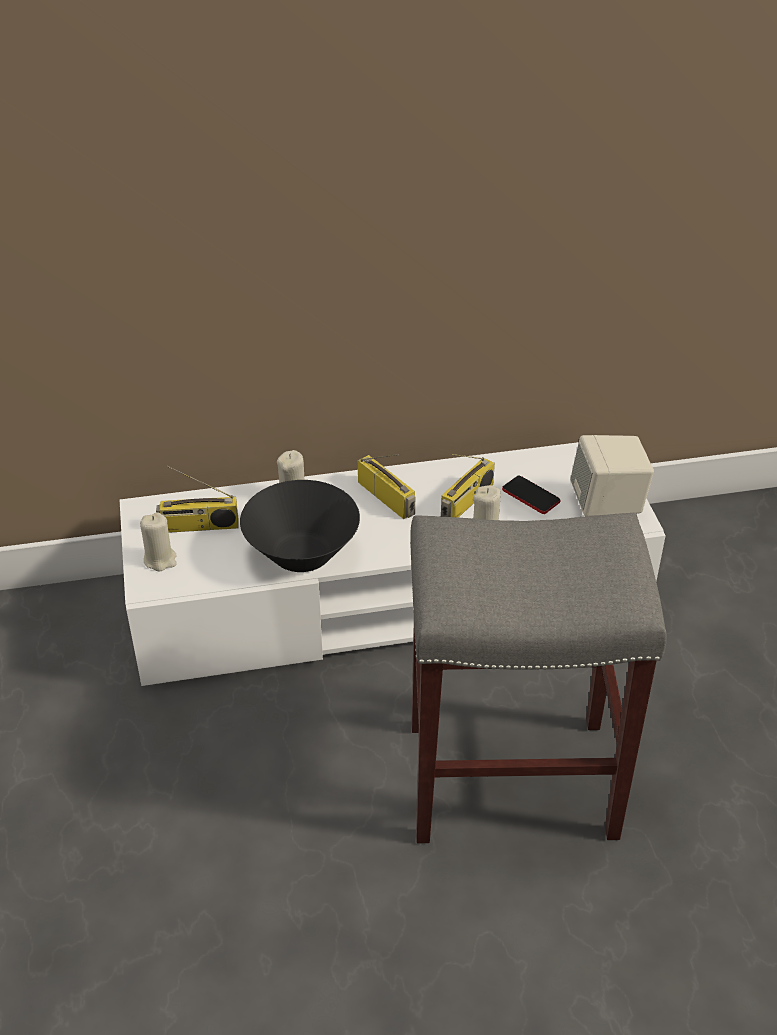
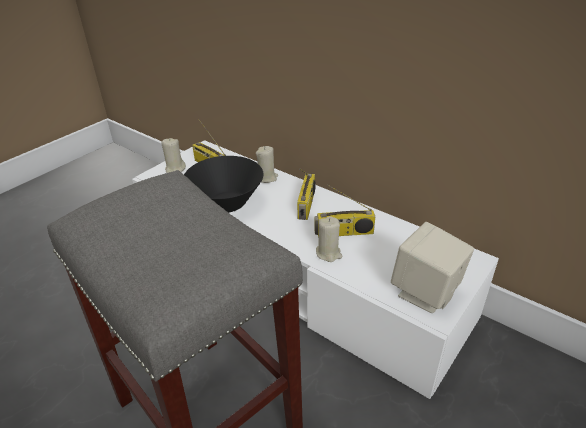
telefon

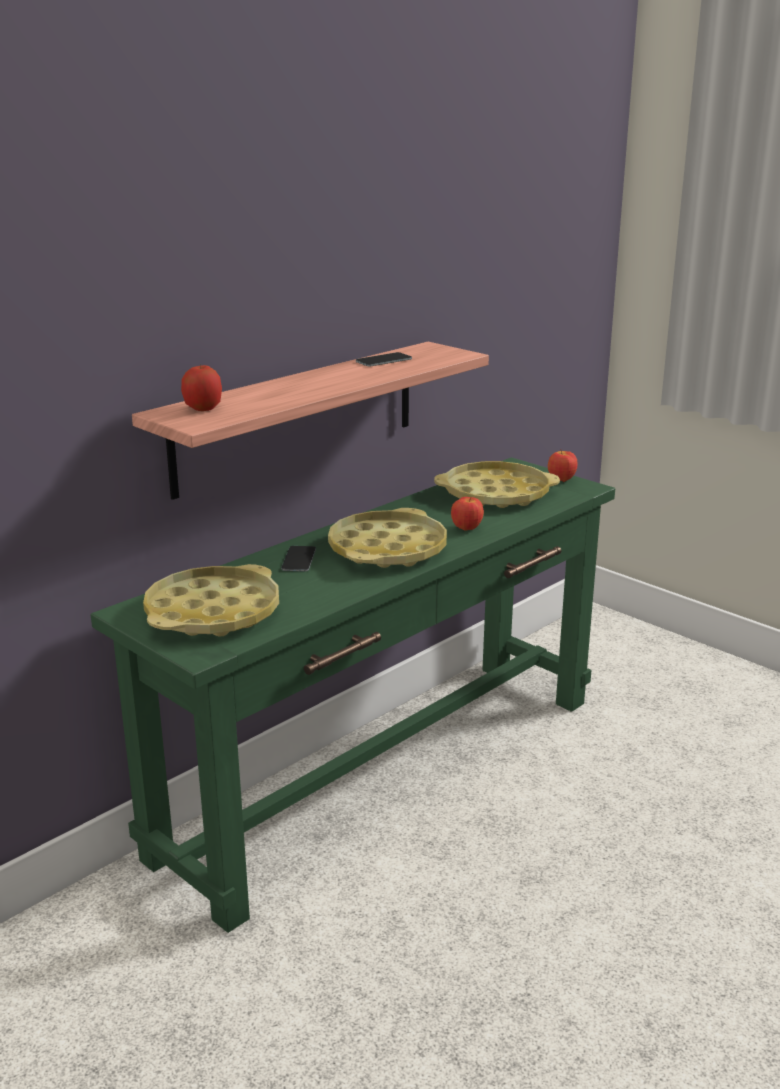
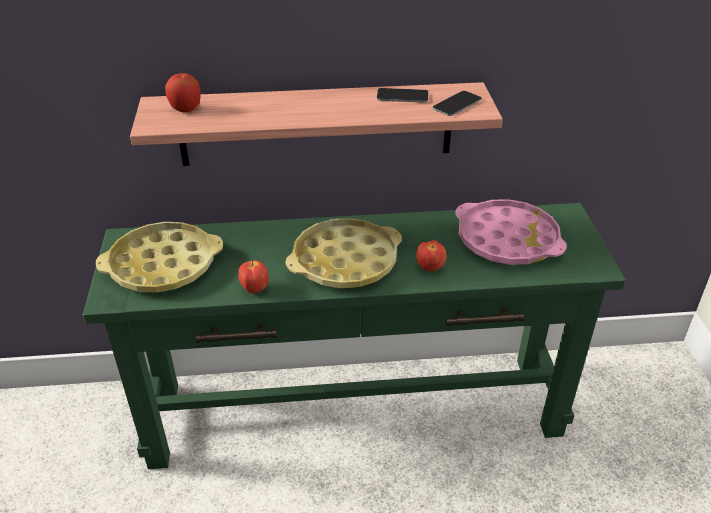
jabłko (2nd from left); taca (różowy); telefon (2nd from left)

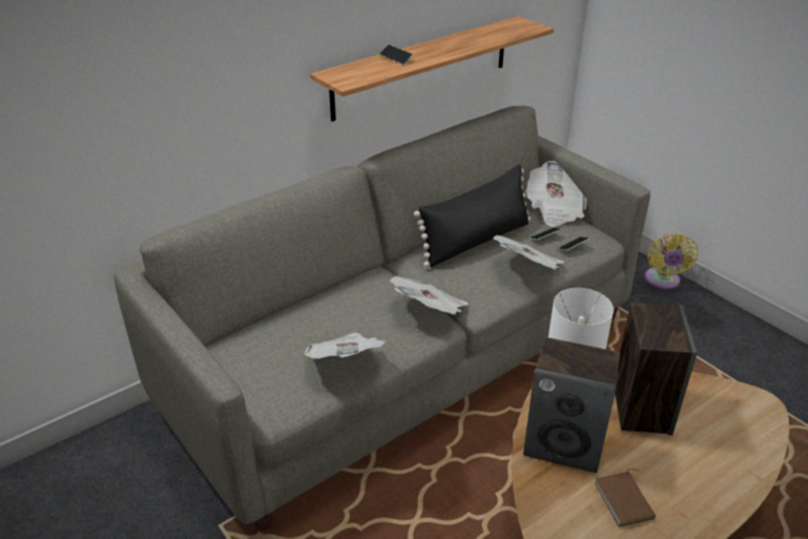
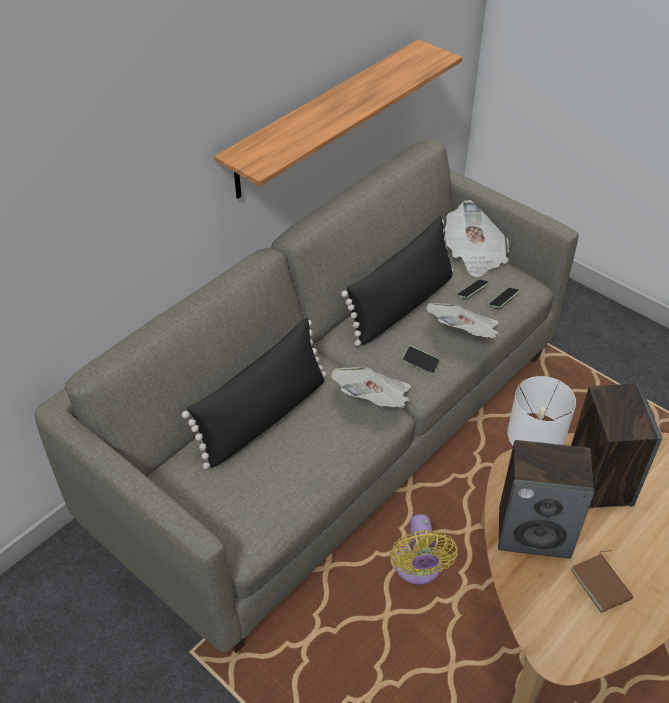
telefon (1st from left); wentylator (żółty); gazeta (1st from left in the first image); poduszka (czarny) (1st from left)

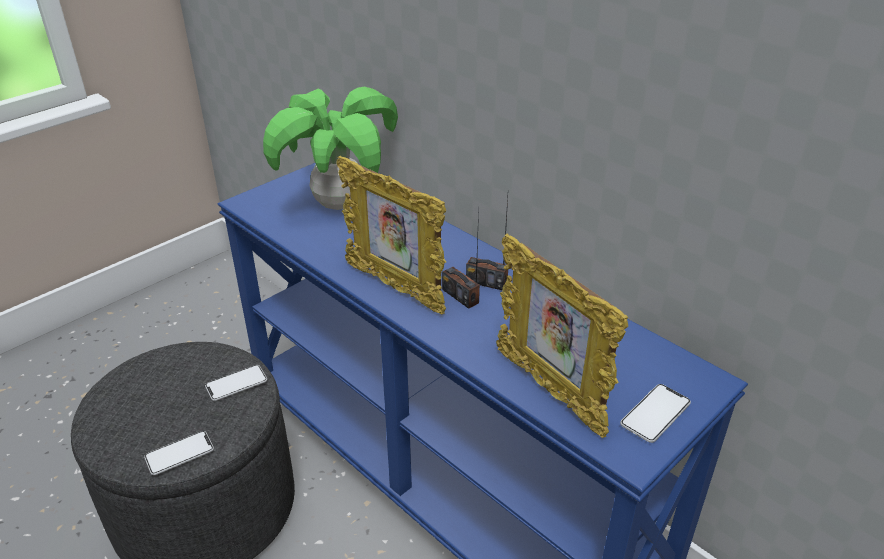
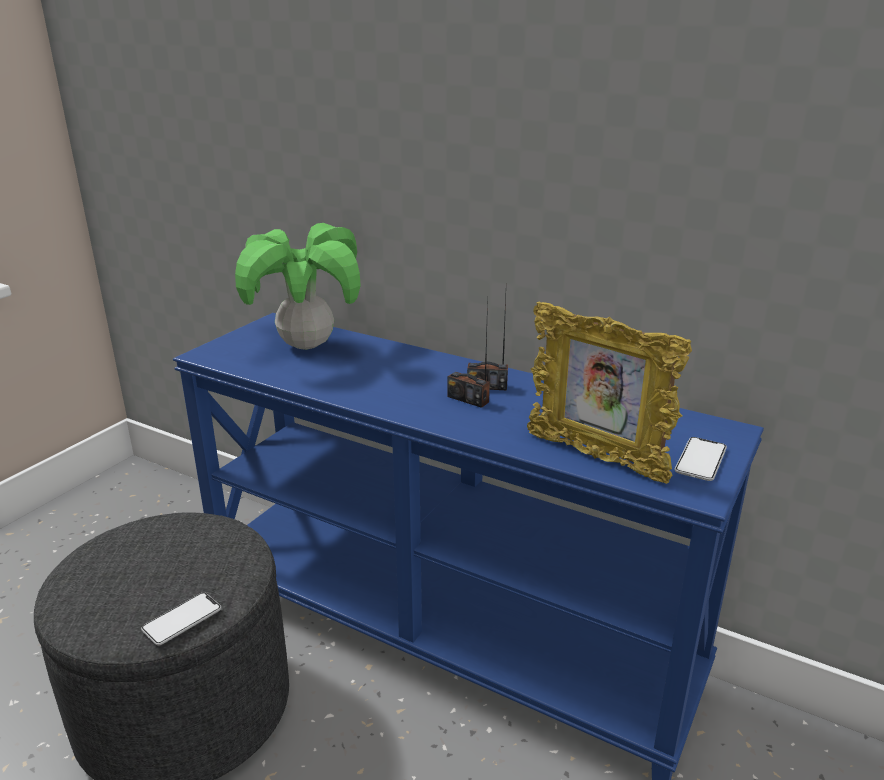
ramka na zdjęcie (1st from left in the first image); telefon (2nd from left in the first image)

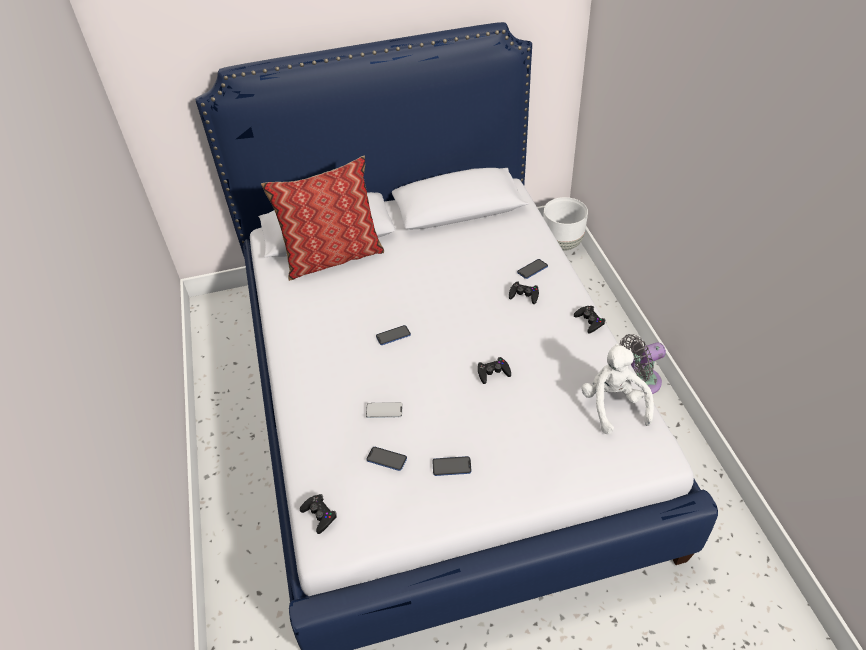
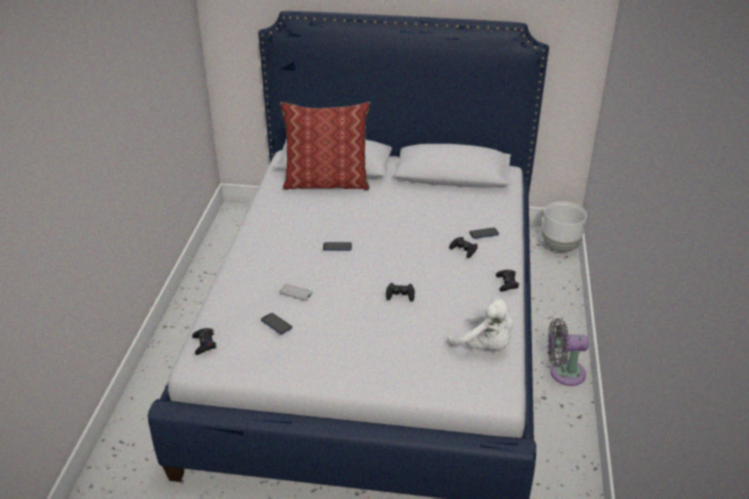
pluszak (biały); telefon (4th from left in the first image)

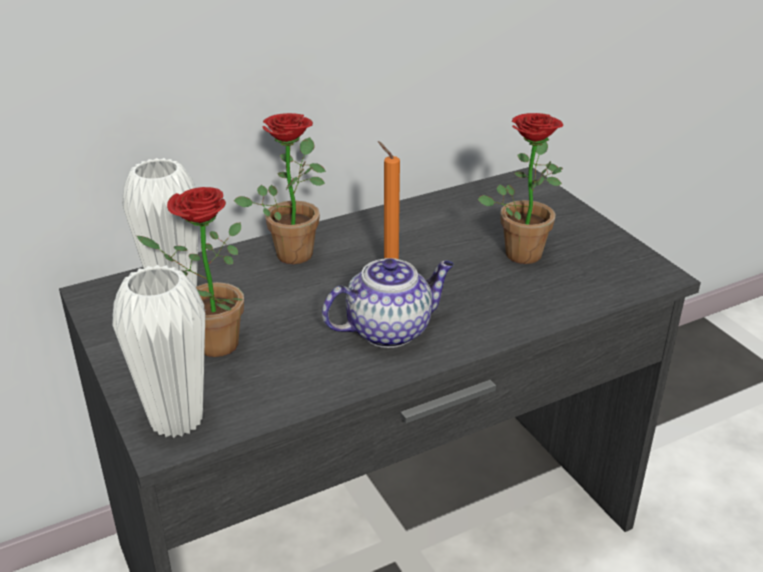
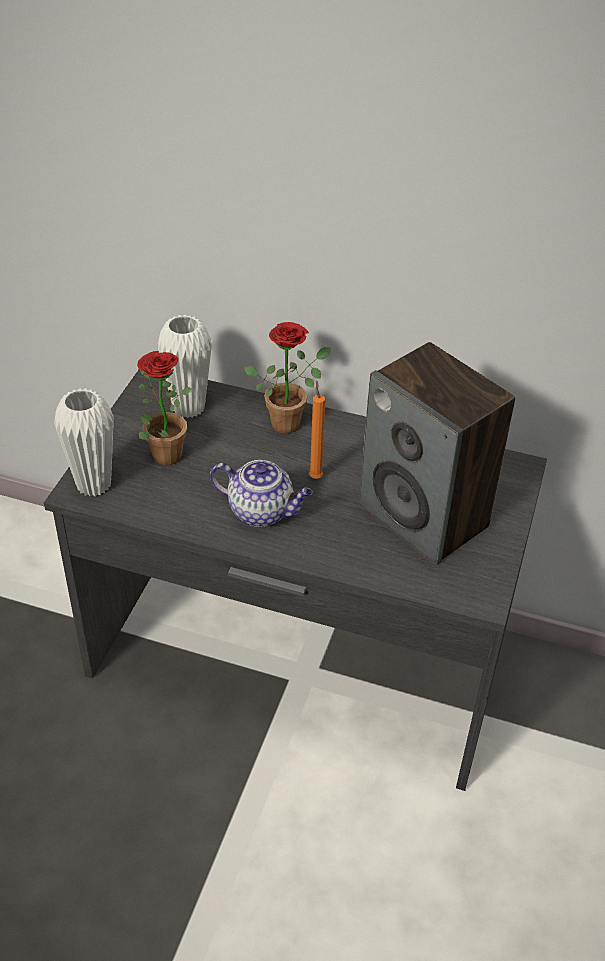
głośnik

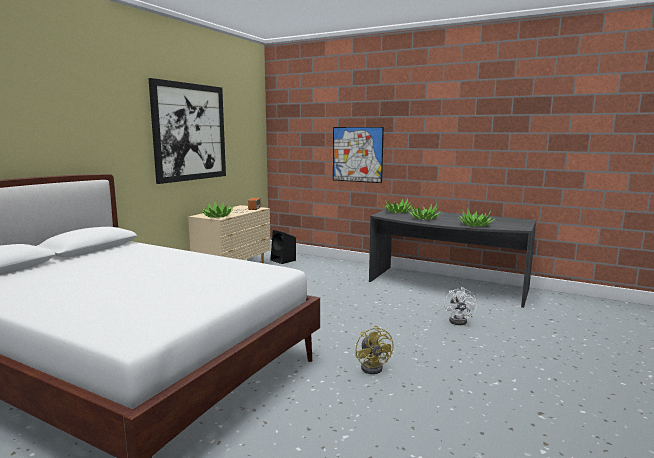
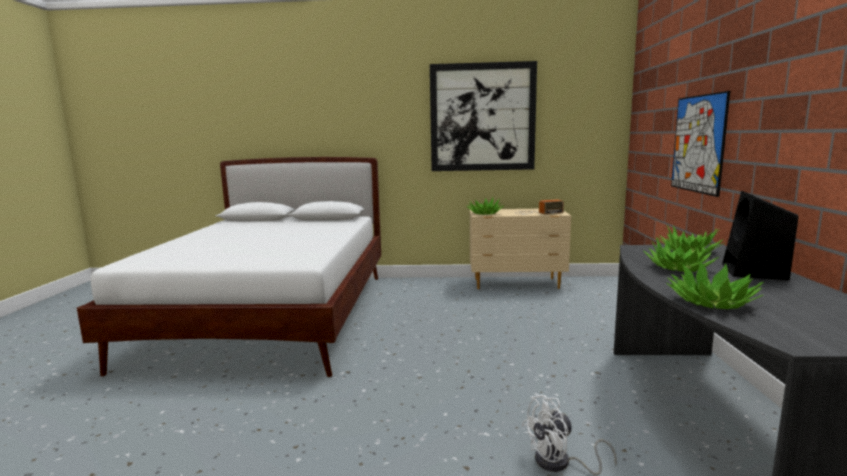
głośnik (czarny); wentylator (żółty)

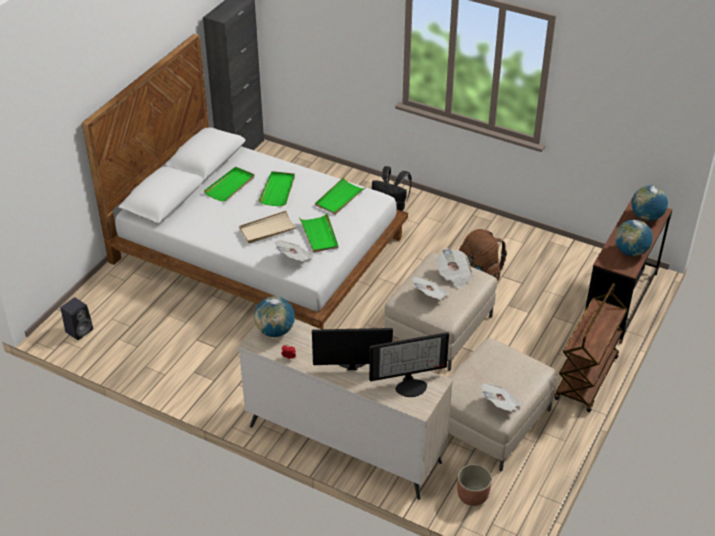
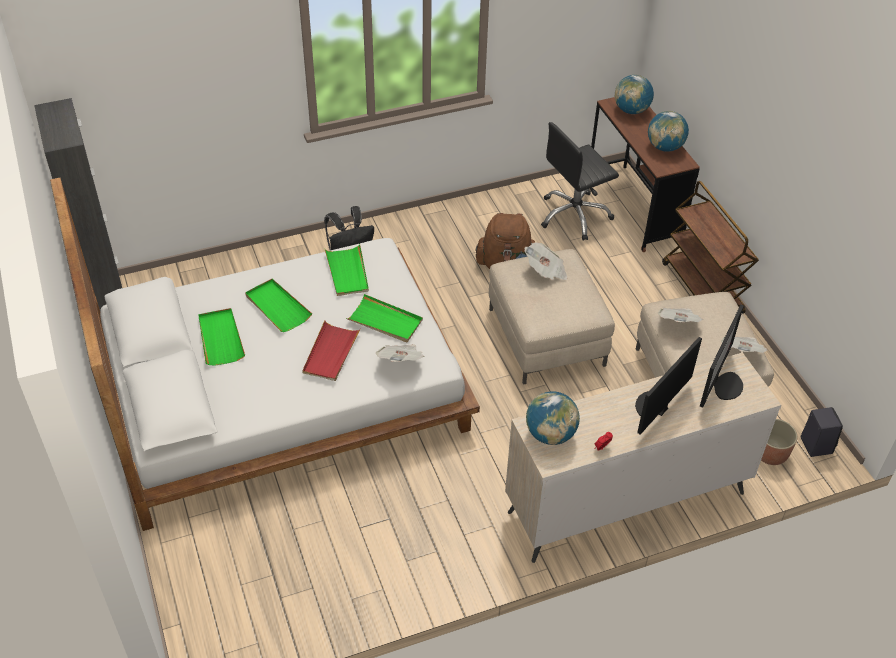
taca (czerwony); gazeta (3rd from left); głośnik (czarny); krzesło biurowe (czarny)

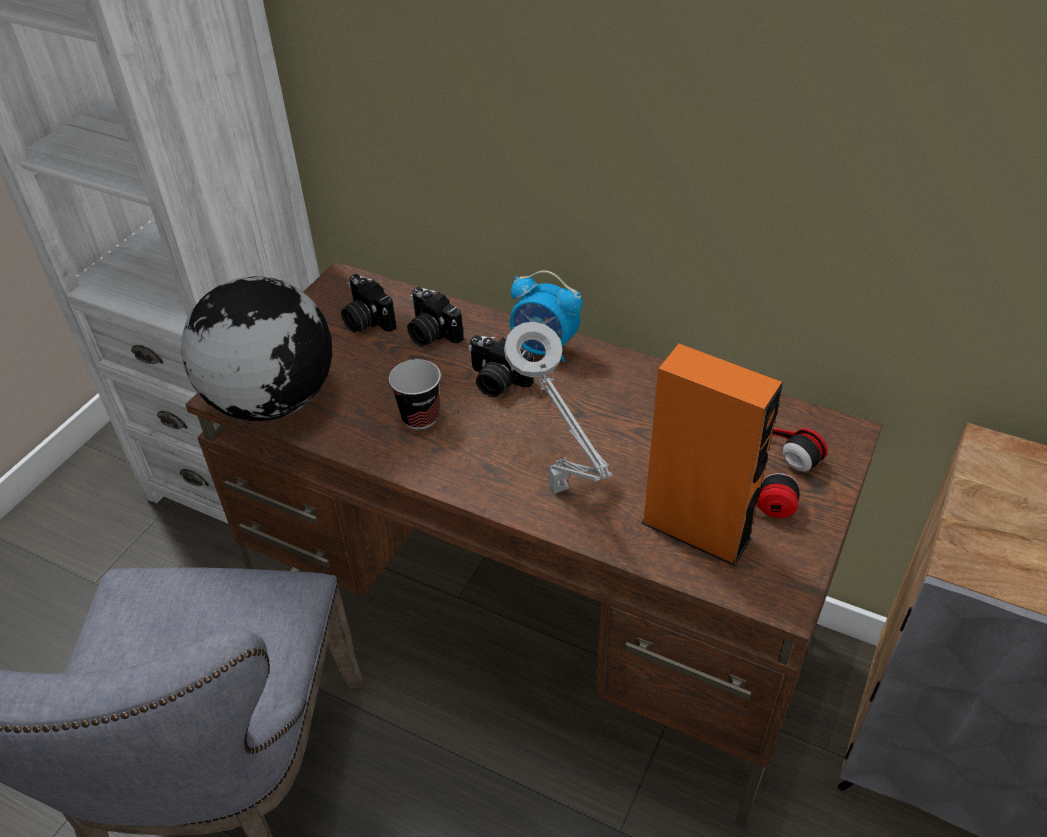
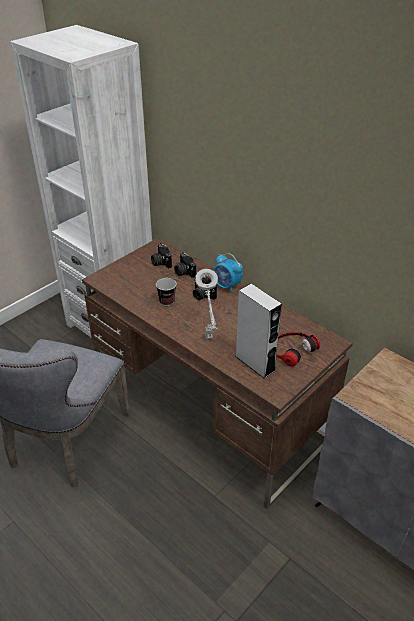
globus; głośnik (szary)

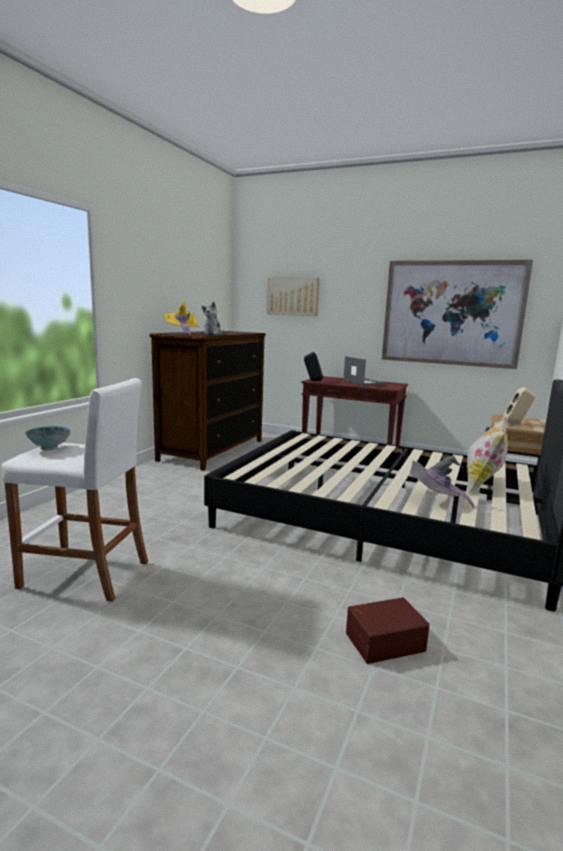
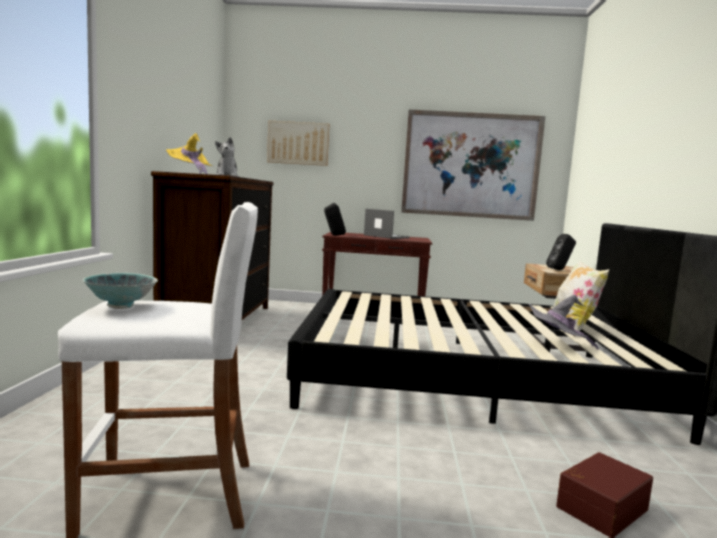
głośnik (czarny) (2nd from left)

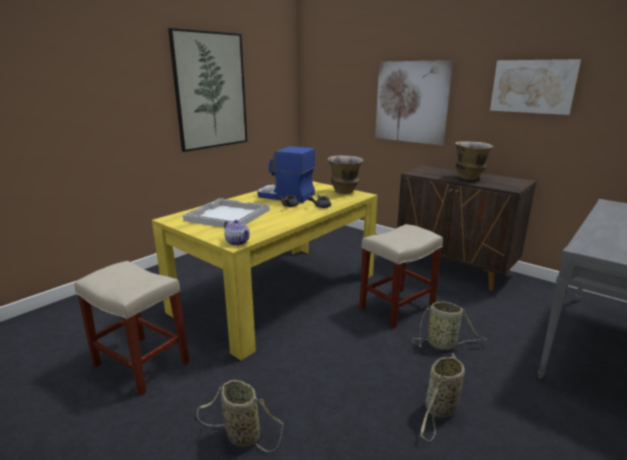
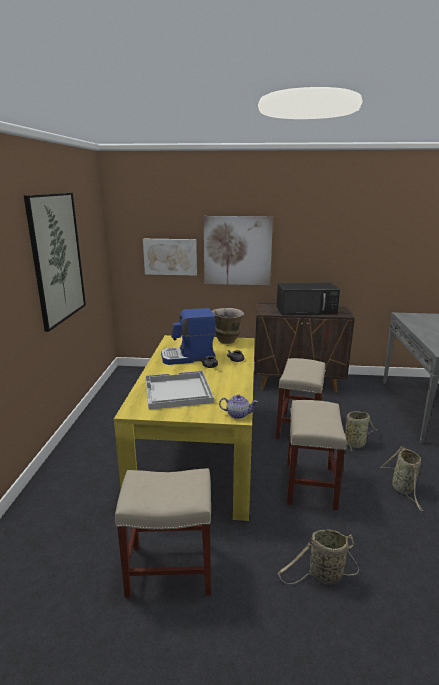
obraz (2nd from left); mikrofalówka (czarny); stołek (beżowy) (3rd from left)

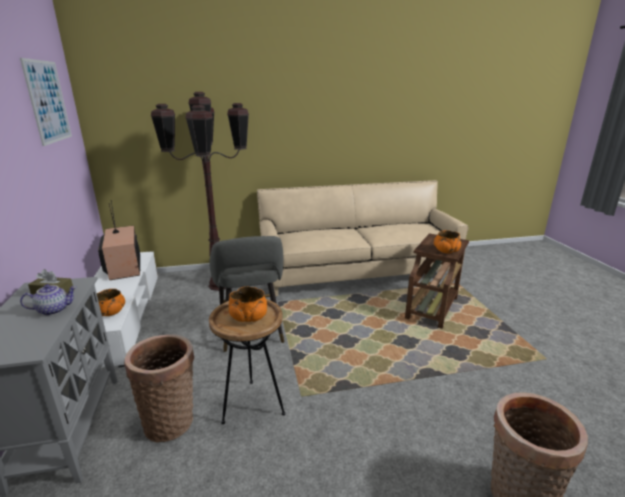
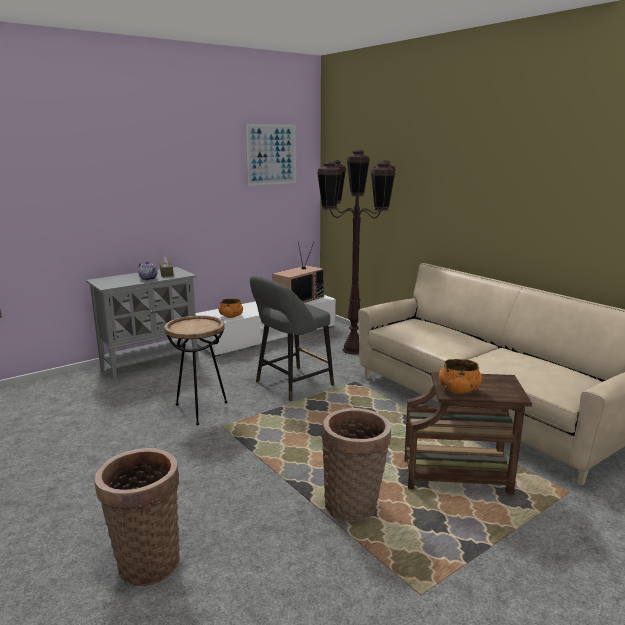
miska (pomarańczowy) (2nd from left in the first image); koszyk (2nd from left)

